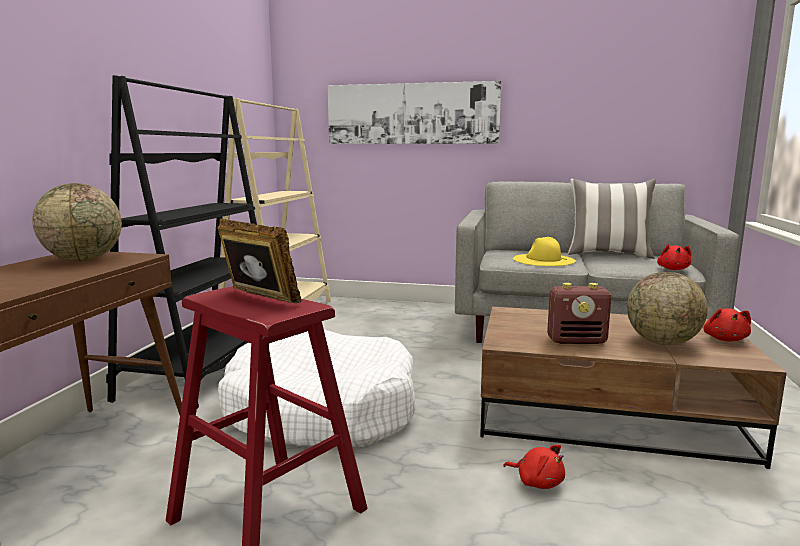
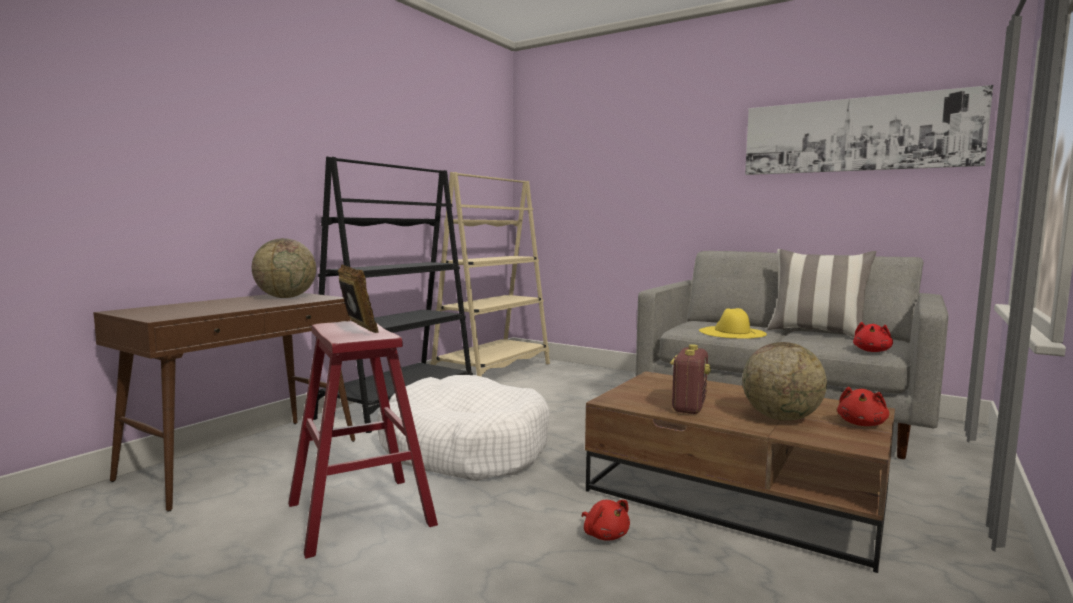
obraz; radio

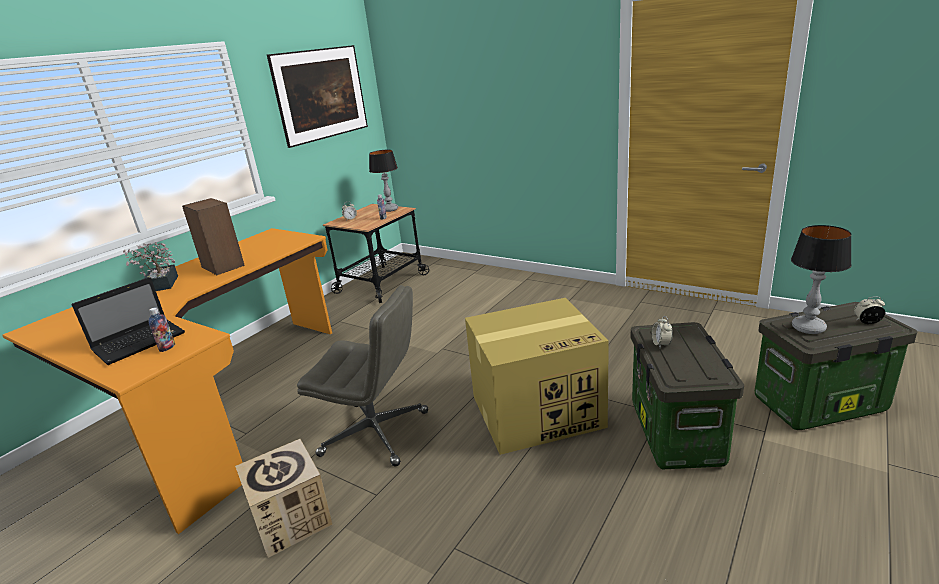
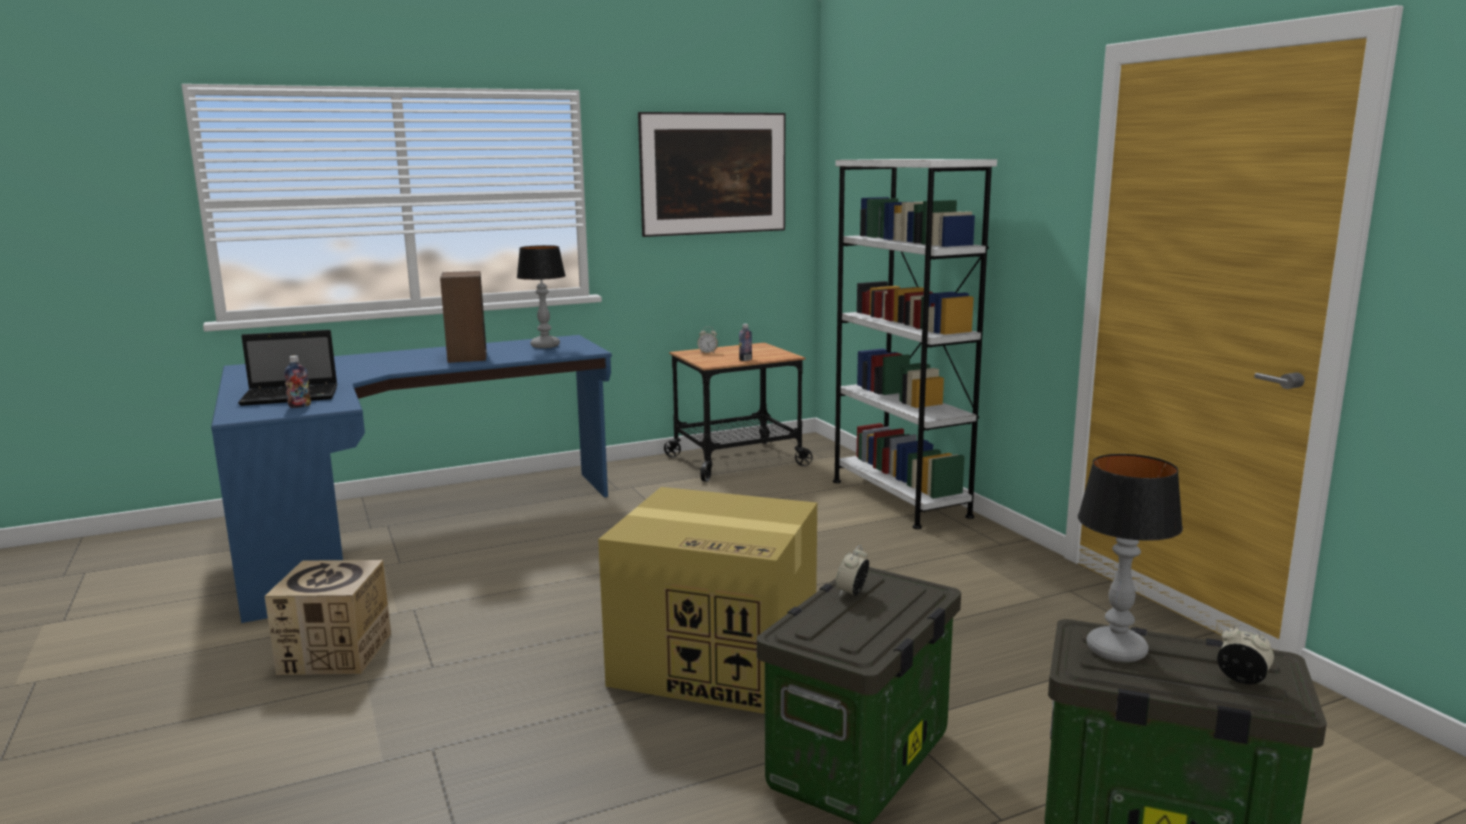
lampa stołowa (1st from left); biurko (niebieski); roślina doniczkowa; krzesło biurowe (szary); regał (biały)

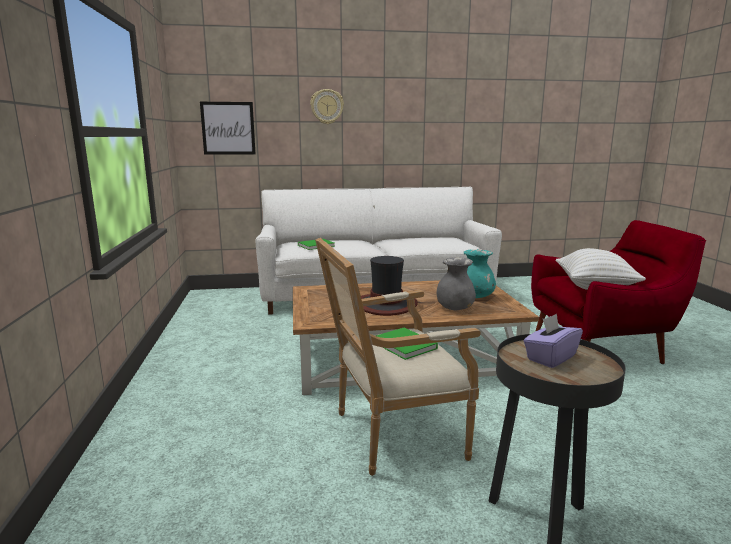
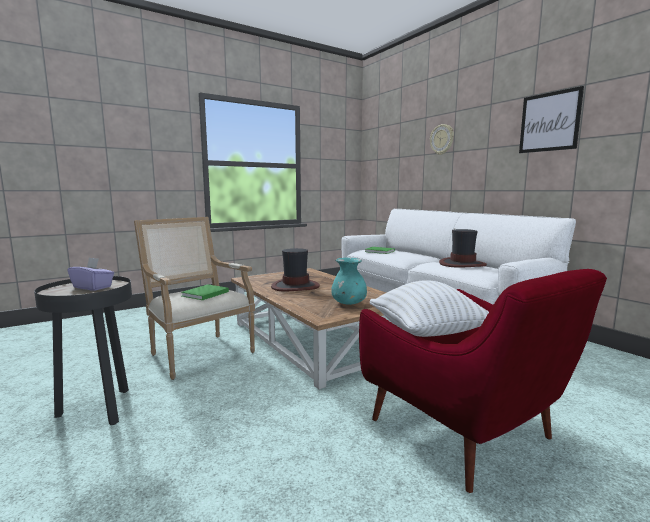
obraz; wazon (szary); kapelusz (2nd from left)

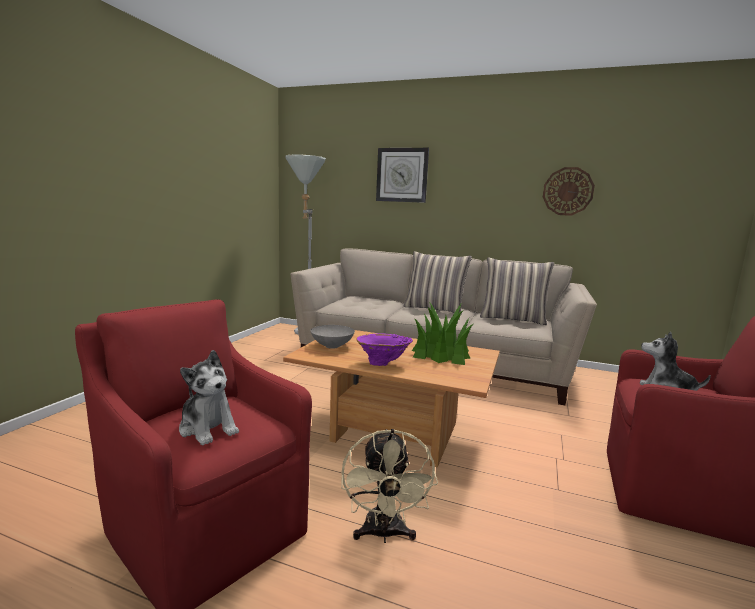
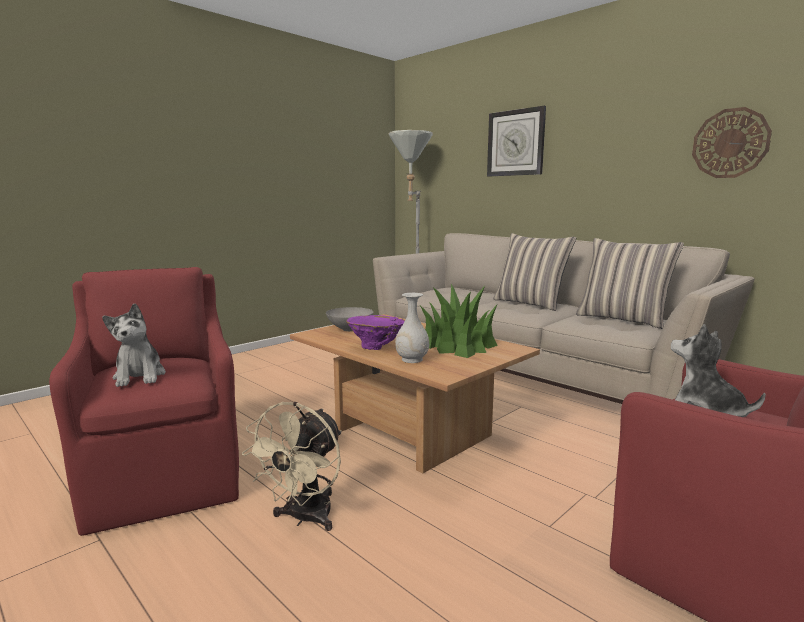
wazon (biały)

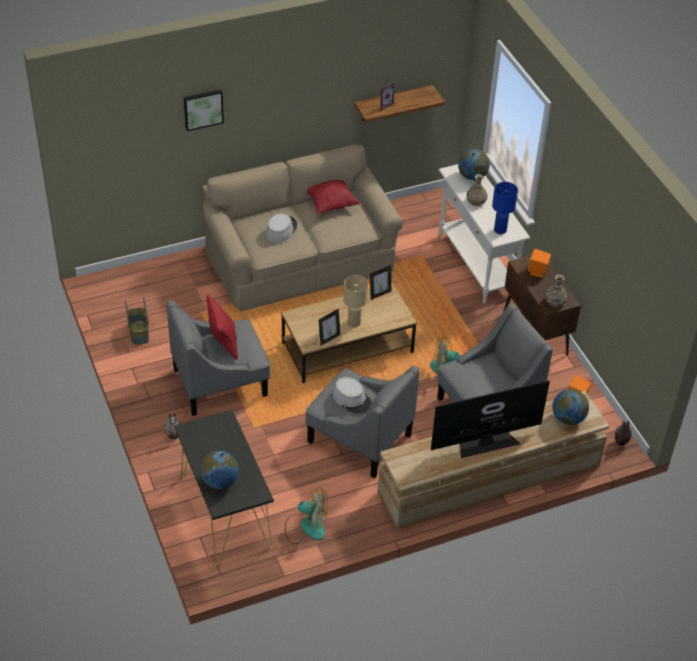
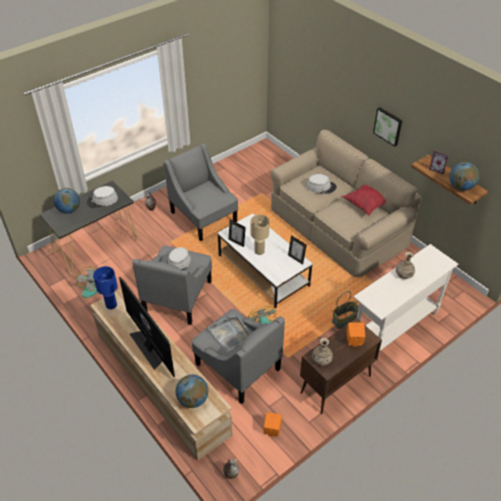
obraz; globus (3rd from left); lampa stołowa (niebieski); ława (biały); poduszka (czerwony) (1st from left in the first image); koszyk; kapelusz (szary) (1st from left); taca (szary)

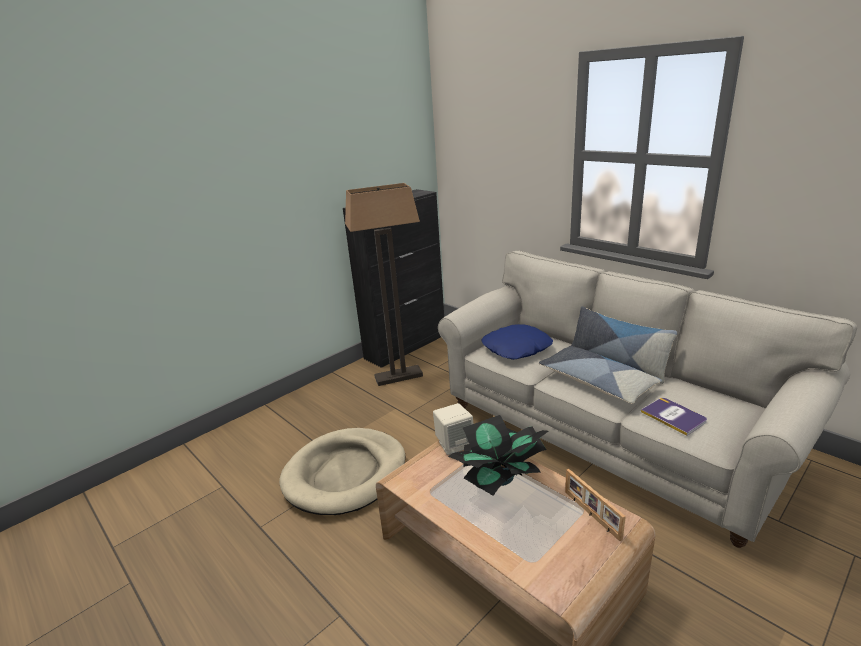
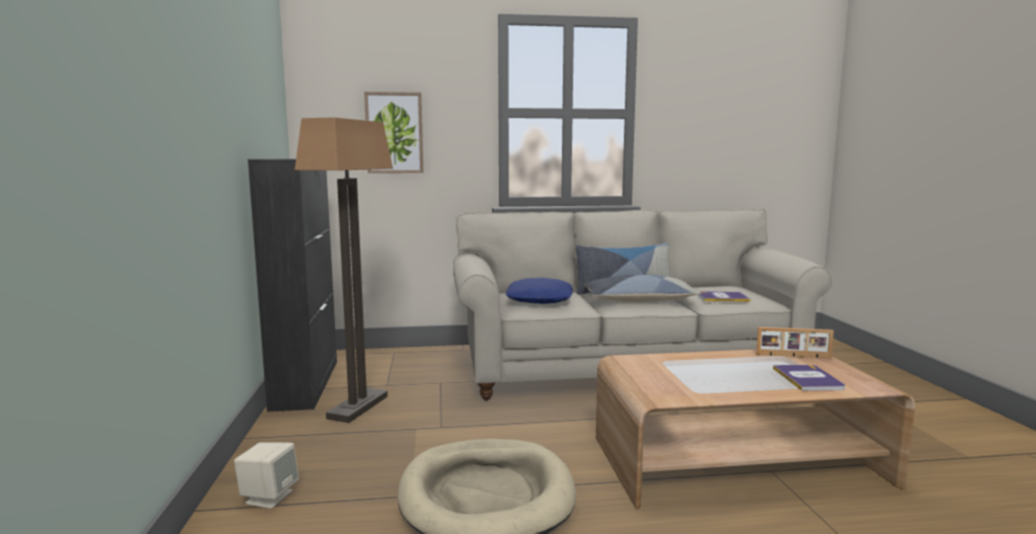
głośnik (beżowy); roślina doniczkowa; obraz; książka (2nd from left)

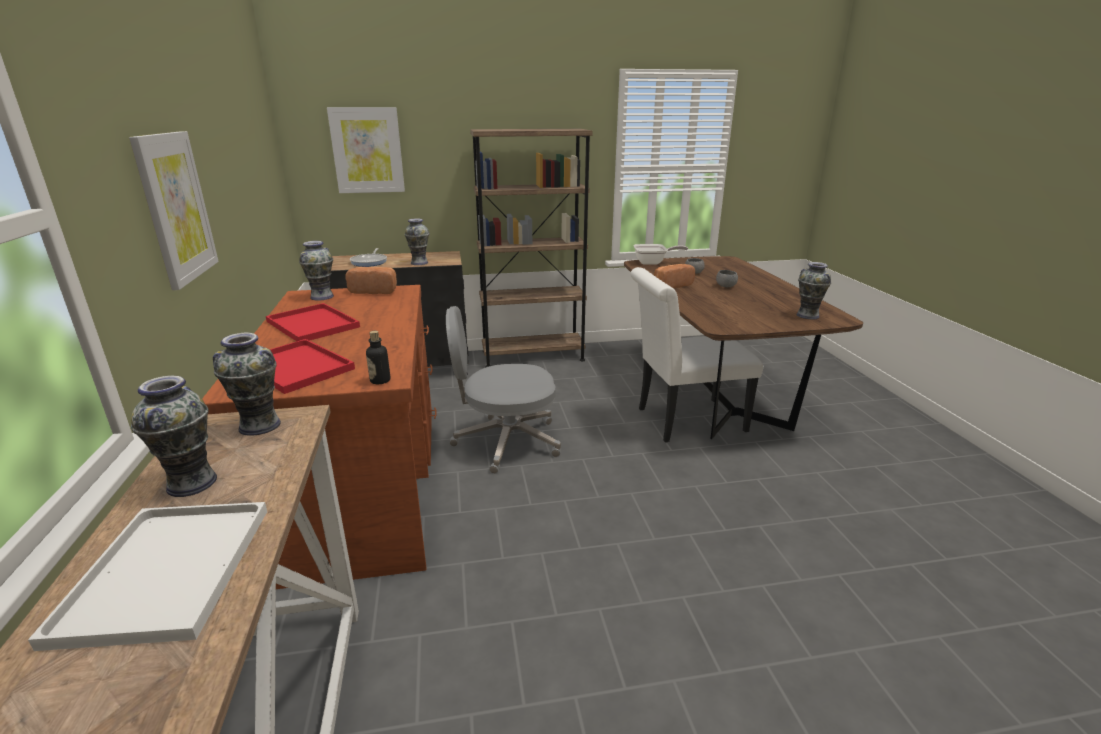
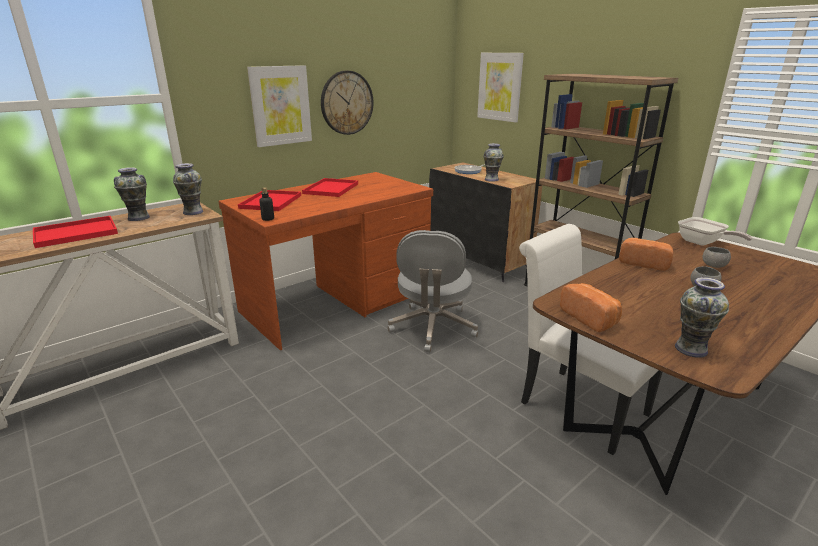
wazon (3rd from left in the first image); chleb (1st from left); krzesło biurowe (szary); taca (czerwony) (1st from left); zegar ścienny

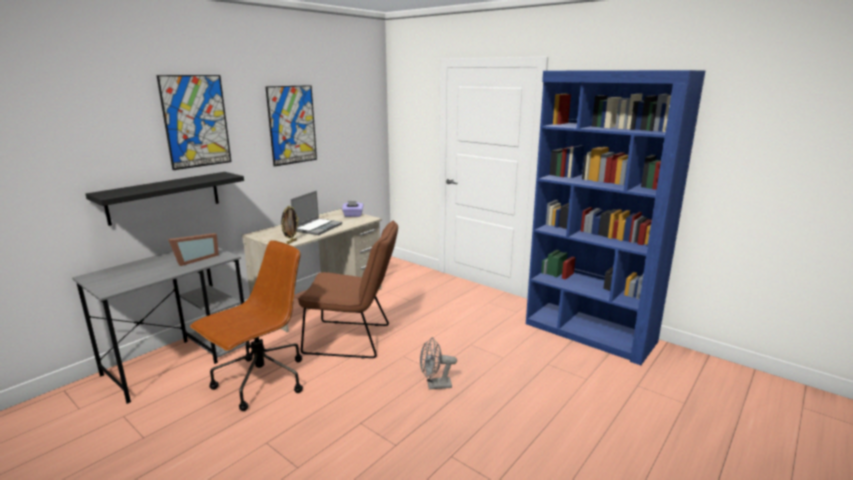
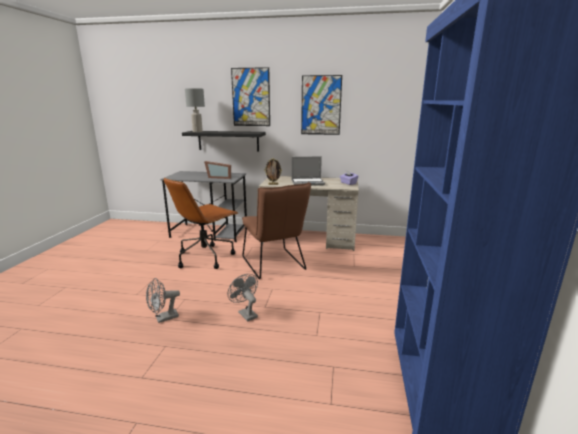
krzesło biurowe (brązowy); lampa stołowa (szary); wentylator (szary) (1st from left)

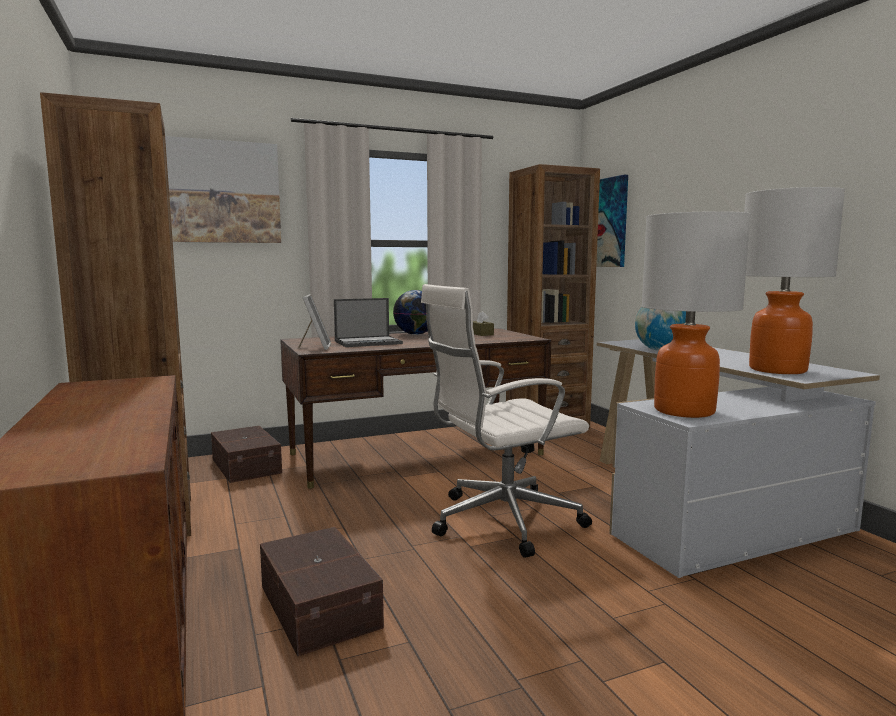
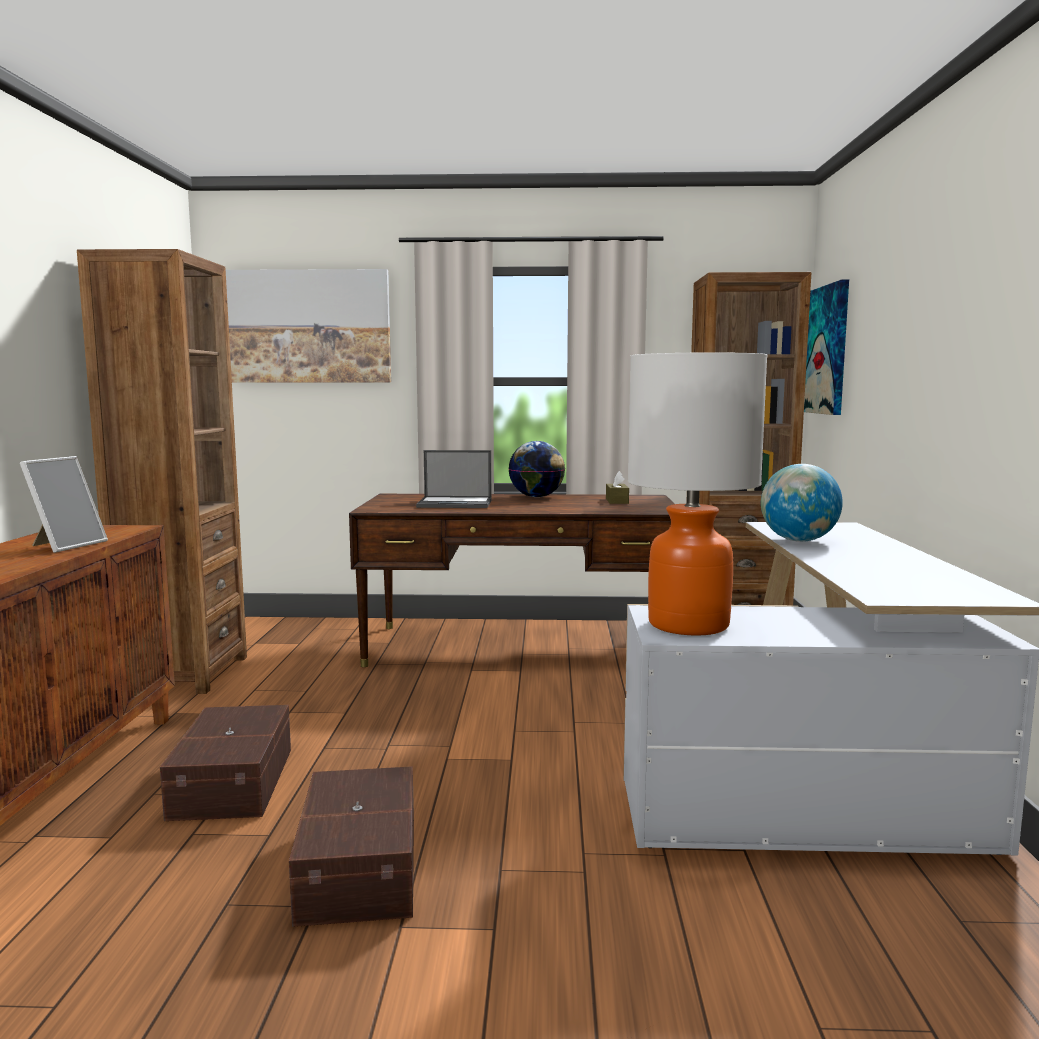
lampa stołowa (2nd from left in the first image); krzesło biurowe (biały); ramka na zdjęcie; pojemnik do przechowywania (brązowy) (2nd from left)

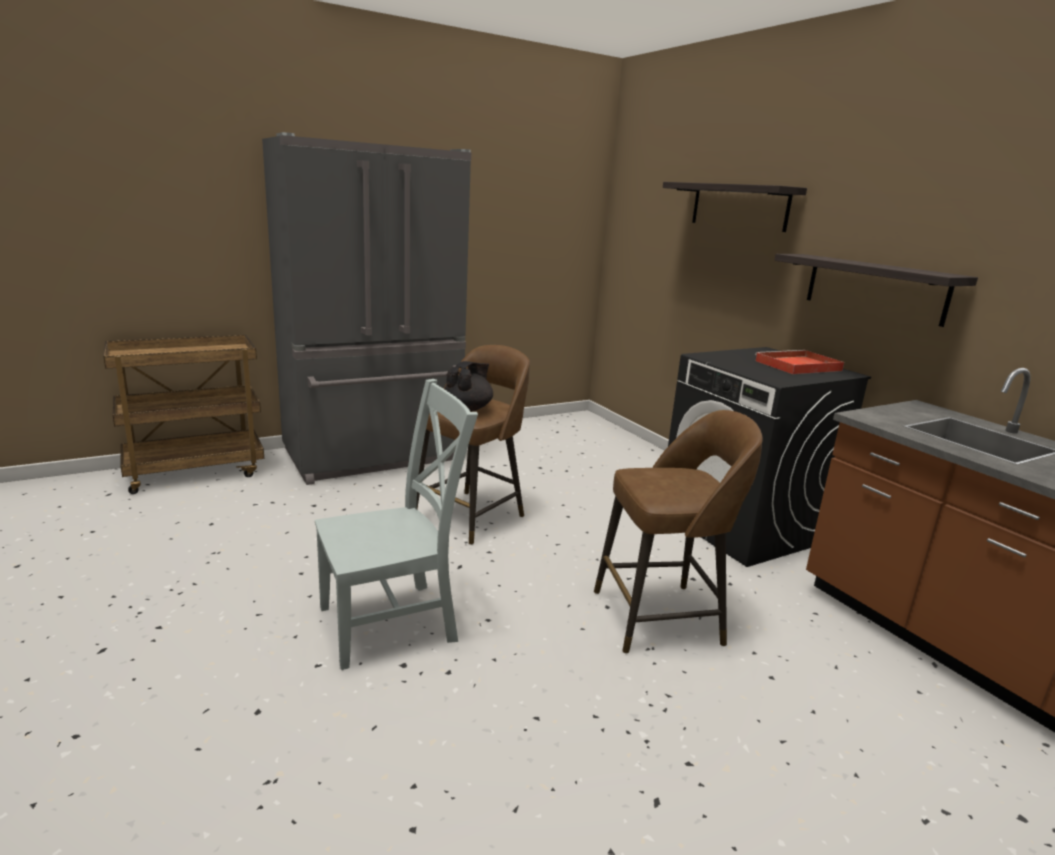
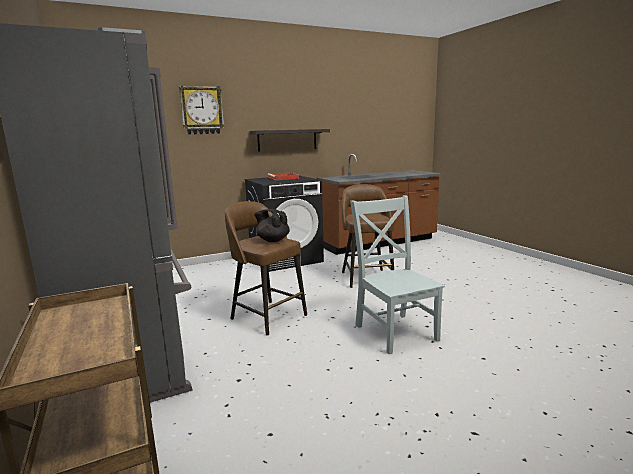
zegar ścienny

